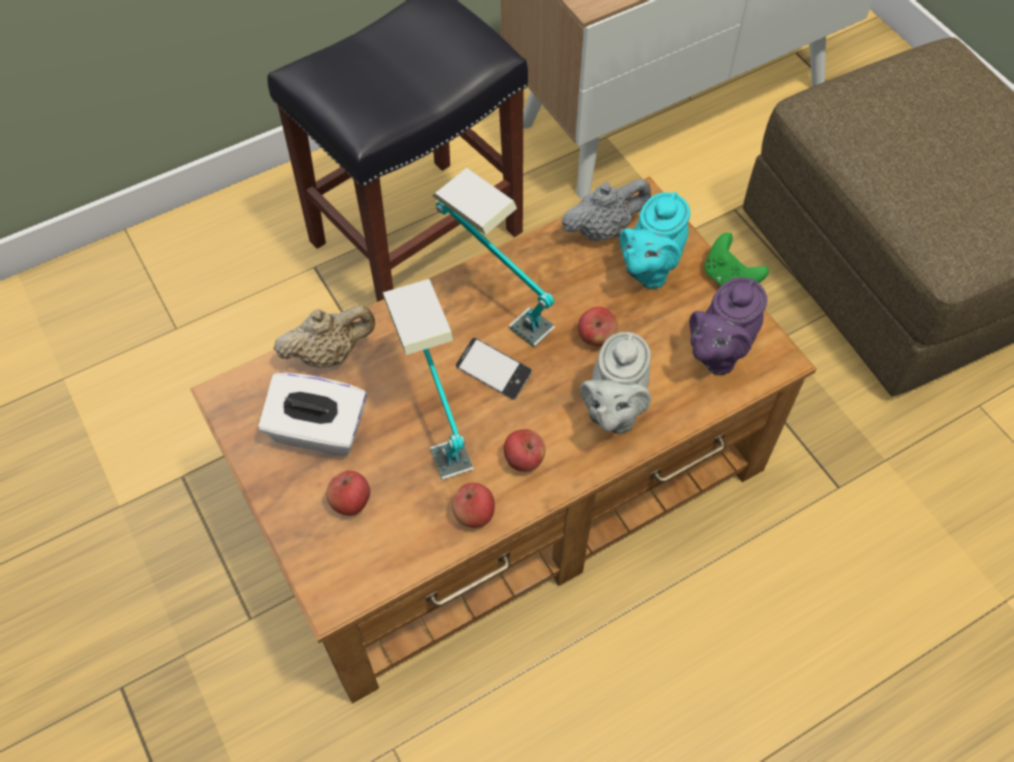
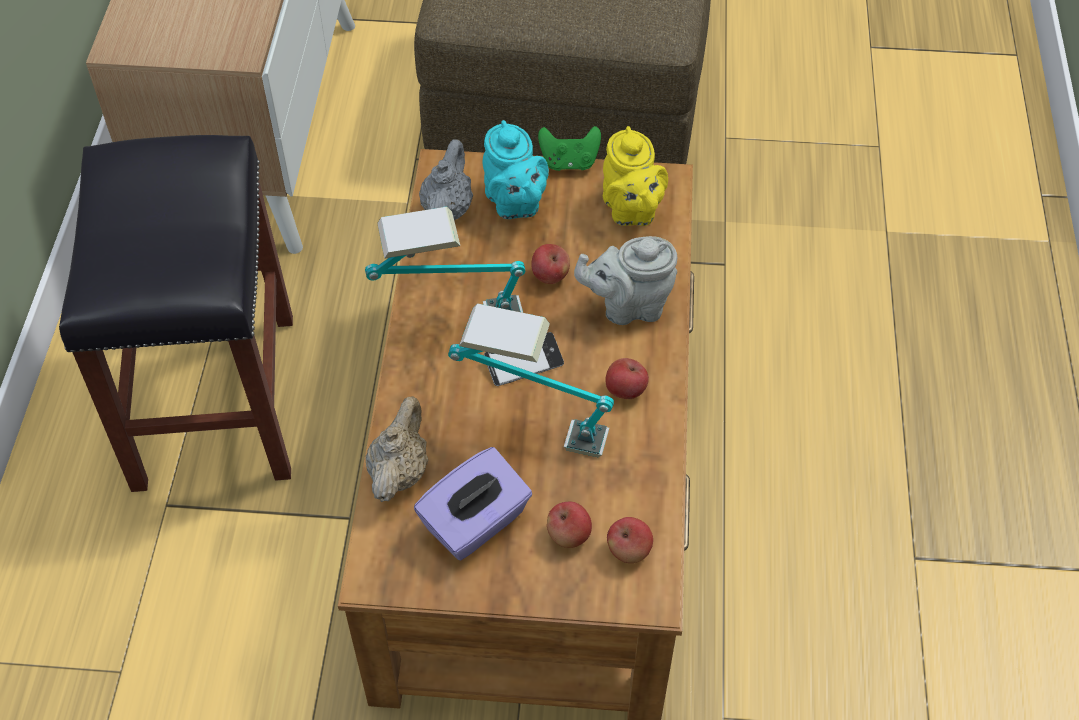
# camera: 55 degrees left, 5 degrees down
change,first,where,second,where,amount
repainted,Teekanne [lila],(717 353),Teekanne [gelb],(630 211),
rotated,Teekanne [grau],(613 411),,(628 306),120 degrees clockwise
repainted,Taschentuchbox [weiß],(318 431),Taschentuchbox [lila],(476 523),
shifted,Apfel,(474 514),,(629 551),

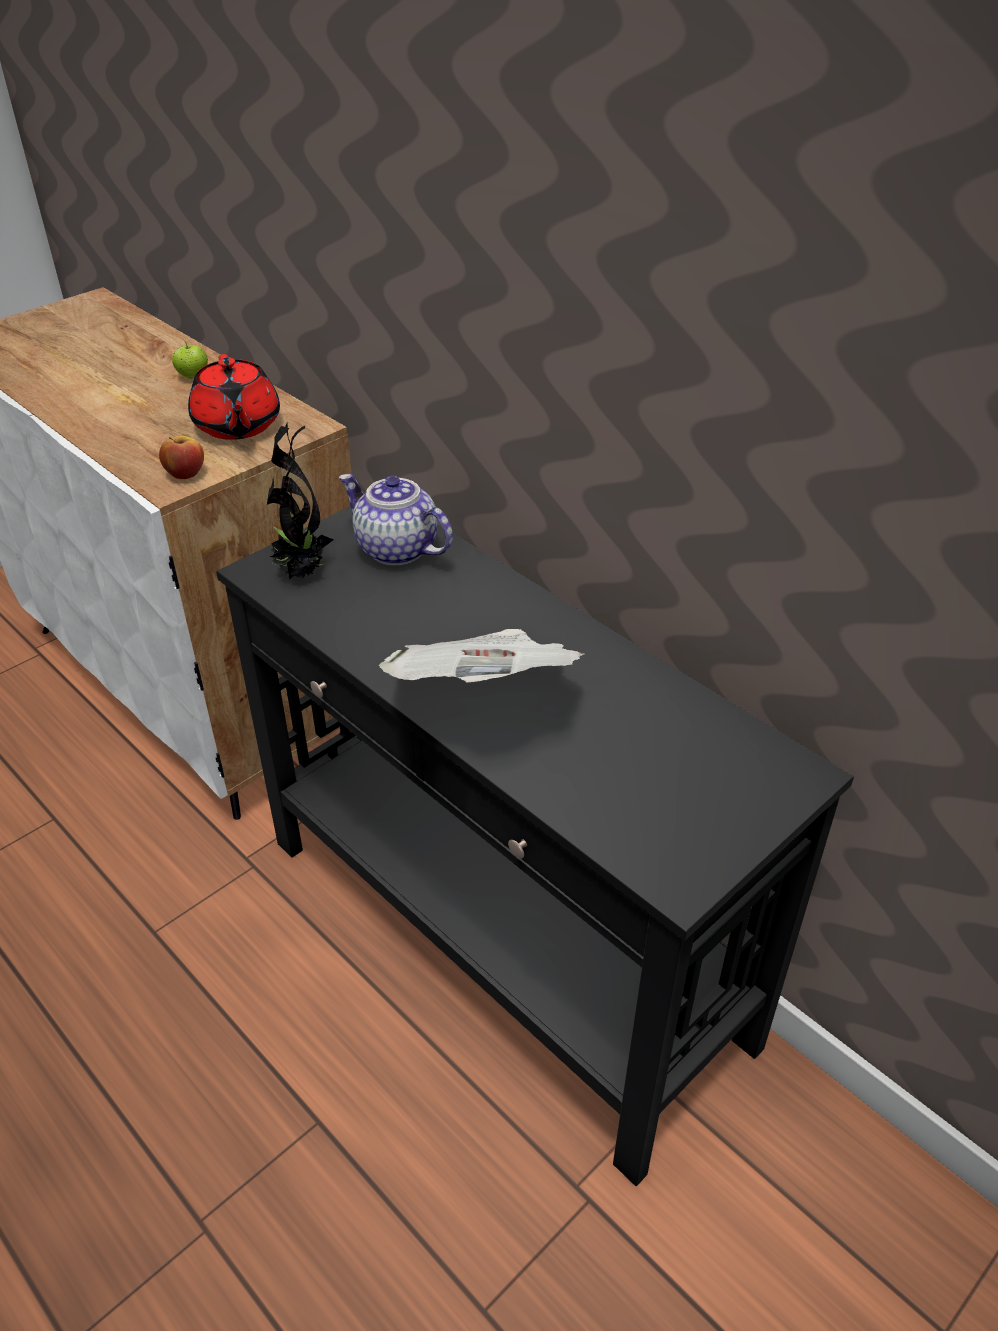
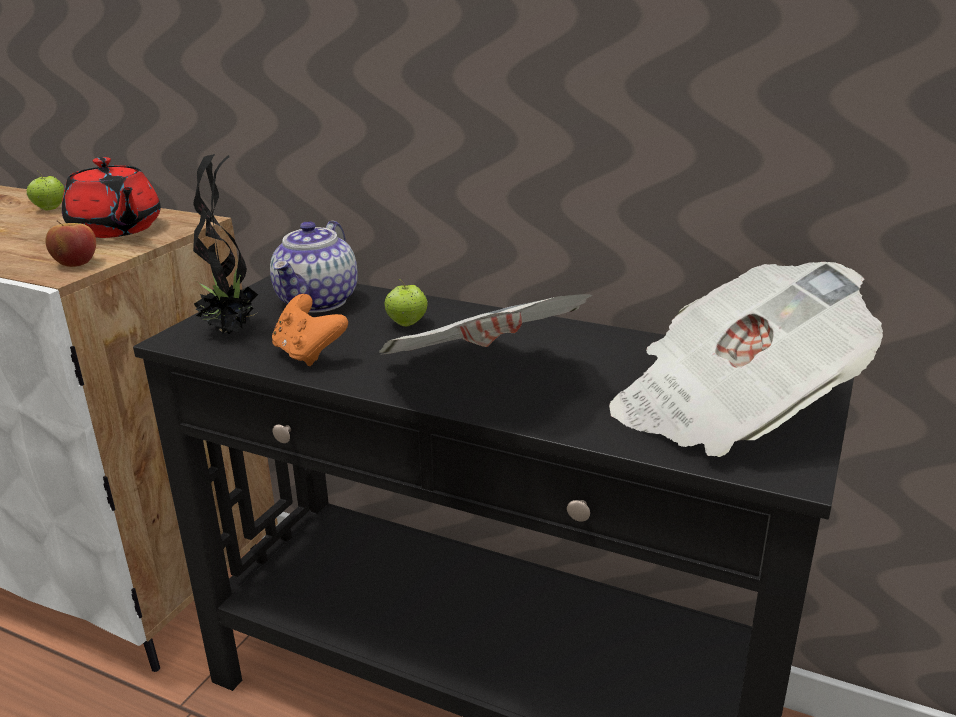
# camera: 20 degrees left, 15 degrees down
change,first,where,second,where,amount
rotated,Teekanne,(395 549),,(318 302),90 degrees counterclockwise
new,,,Zeitung,(729 410),
new,,,Apfel,(407 324),
new,,,Gamepad [orange],(308 354),

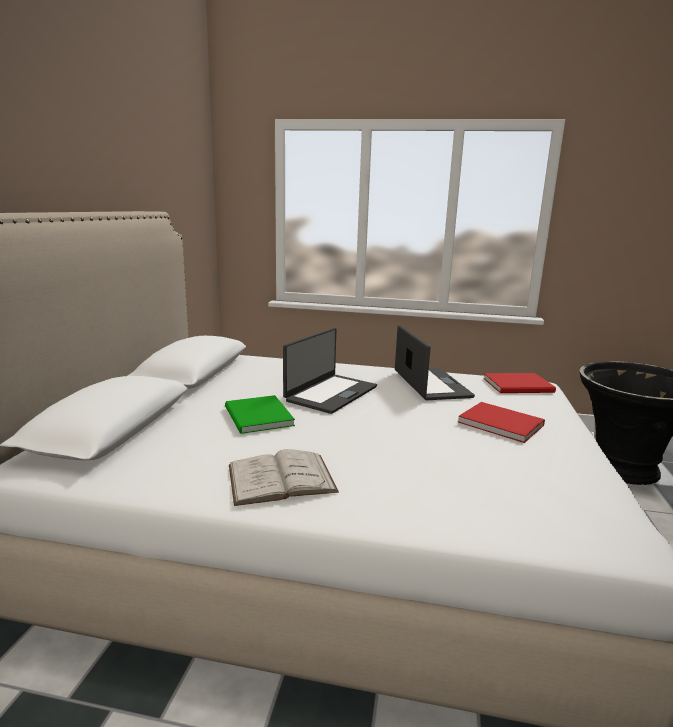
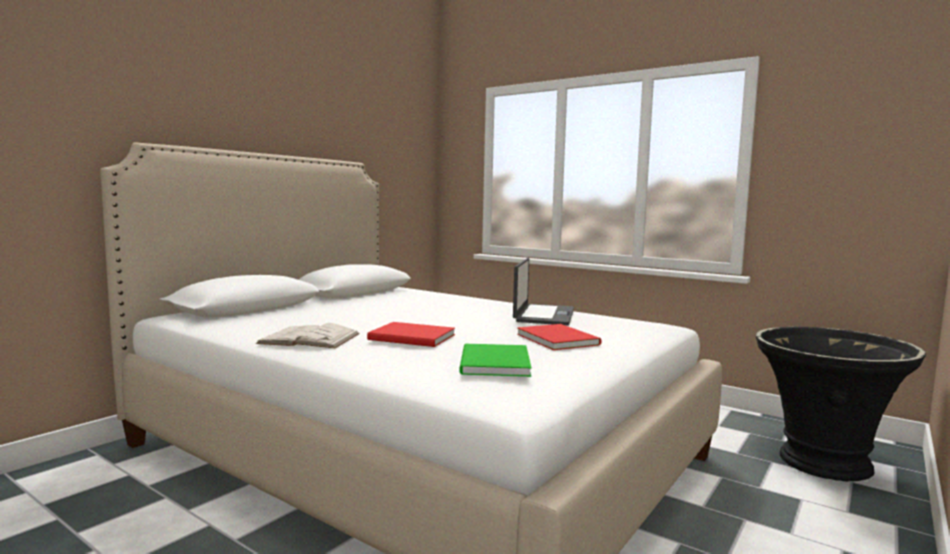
# camera: 25 degrees right, 10 degrees down
change,first,where,second,where,amount
gone,Laptop,(330 393),,,
shifted,Buch [rot],(520 386),,(413 338),
shifted,Buch [grün],(257 417),,(492 363),

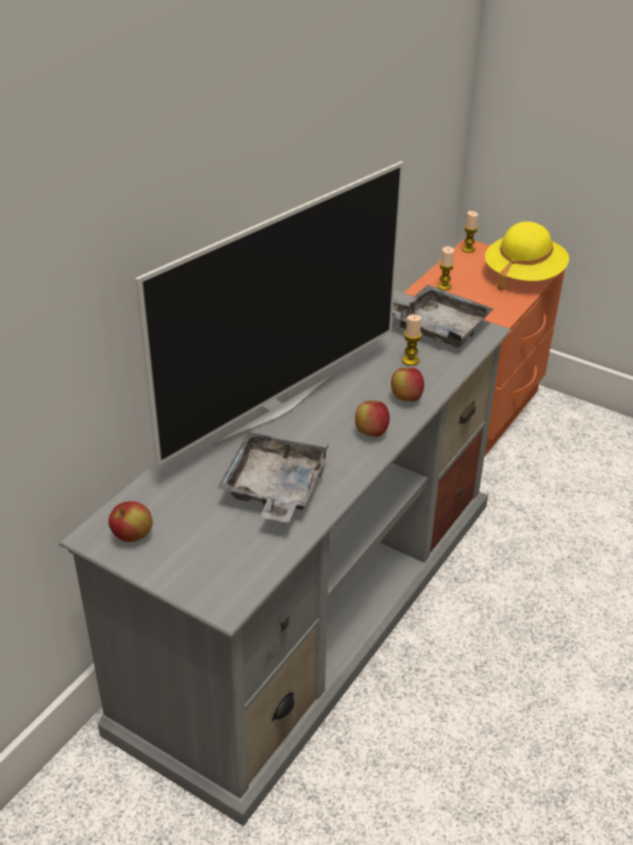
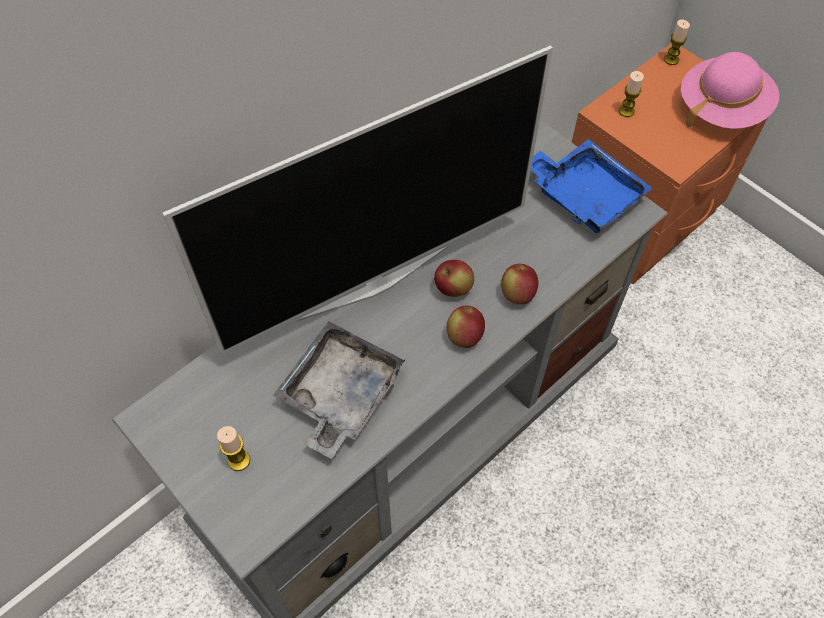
# camera: 15 degrees right, 20 degrees up
change,first,where,second,where,amount
repainted,Hut [gelb],(523 275),Hut [rosa],(721 109),
repainted,Tablett [grau],(436 327),Tablett [blau],(584 195),
shifted,Kerze,(410 360),,(239 460),
shifted,Apfel,(132 536),,(453 289),

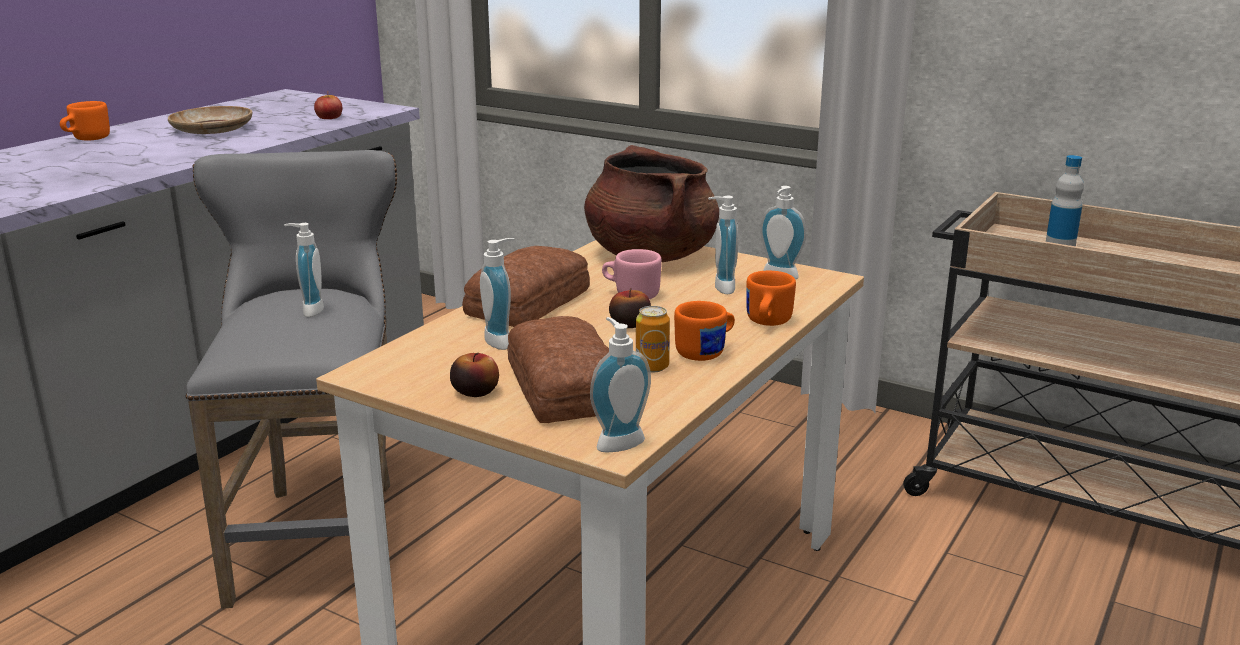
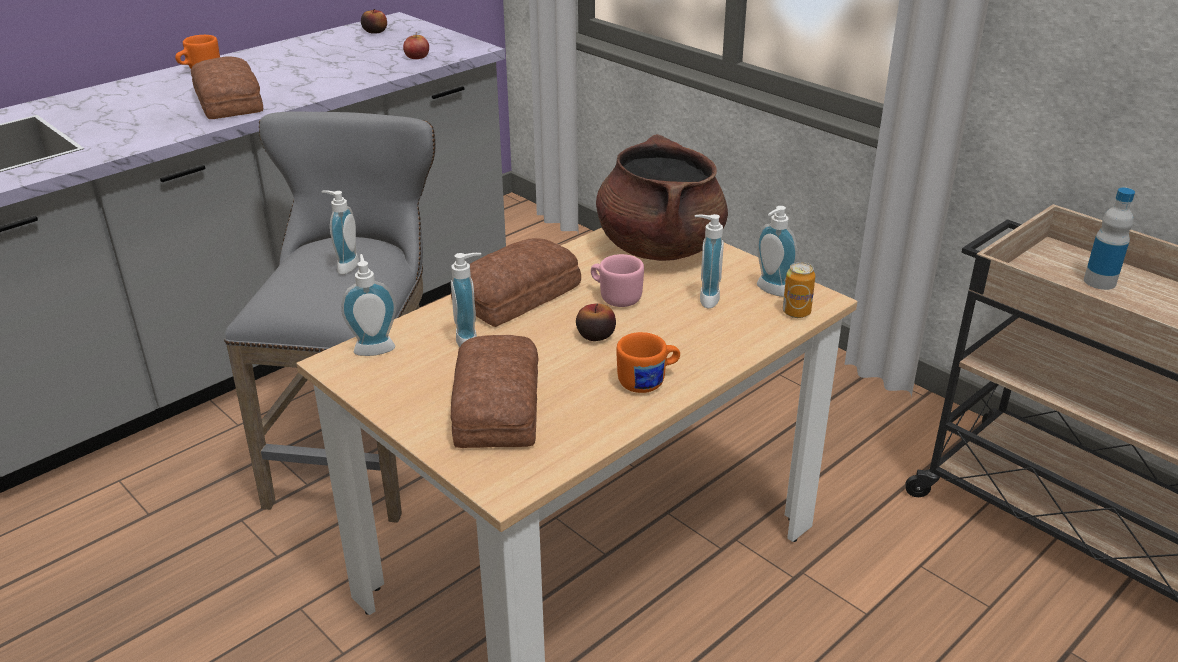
# camera: 15 degrees right, 10 degrees up
change,first,where,second,where,amount
gone,Teller [beige],(212 130),,,
gone,Henkelbecher [orange],(766 323),,,
shifted,Dose,(652 367),,(796 312),
shifted,Seifenspender,(617 441),,(374 347),
shifted,Apfel,(475 391),,(375 31),
new,,,Brot,(230 100),

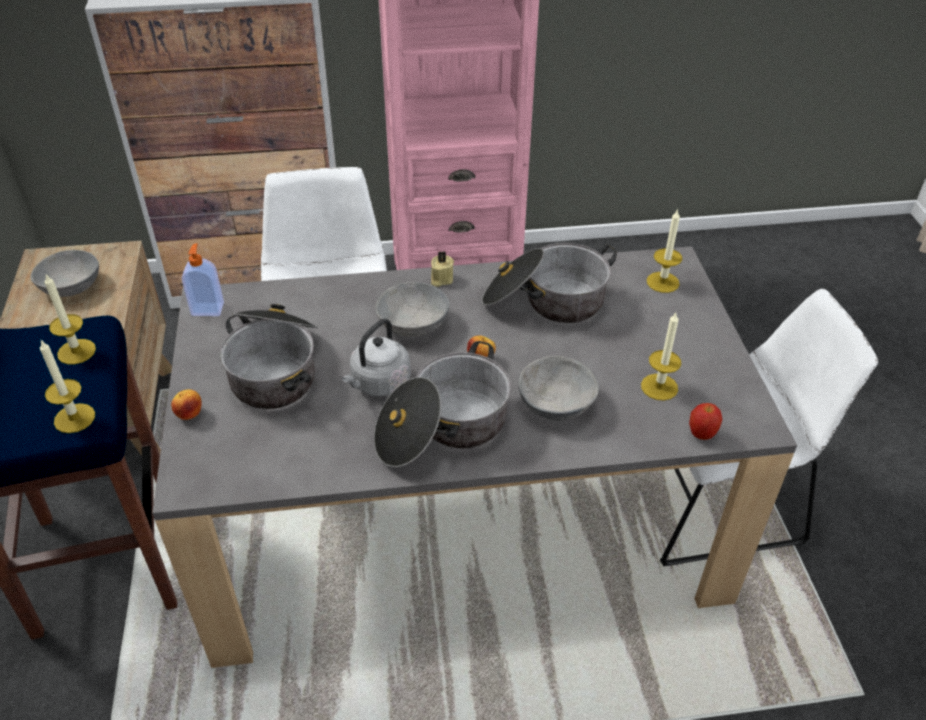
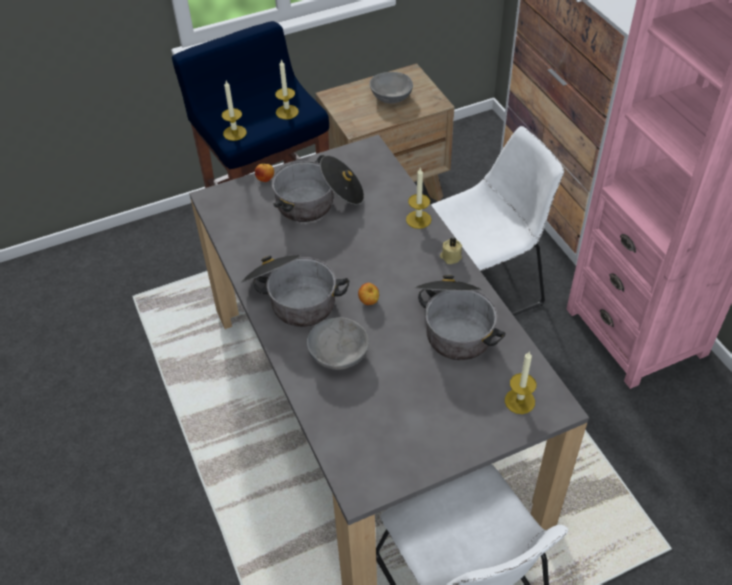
# camera: 75 degrees right, 5 degrees up
change,first,where,second,where,amount
gone,Seifenspender,(208 308),,,
gone,Schüssel [grau],(414 325),,,
shifted,Kerze,(659 387),,(418 219),
gone,Wasserkessel [grau],(378 384),,,
gone,Apfel,(701 435),,,

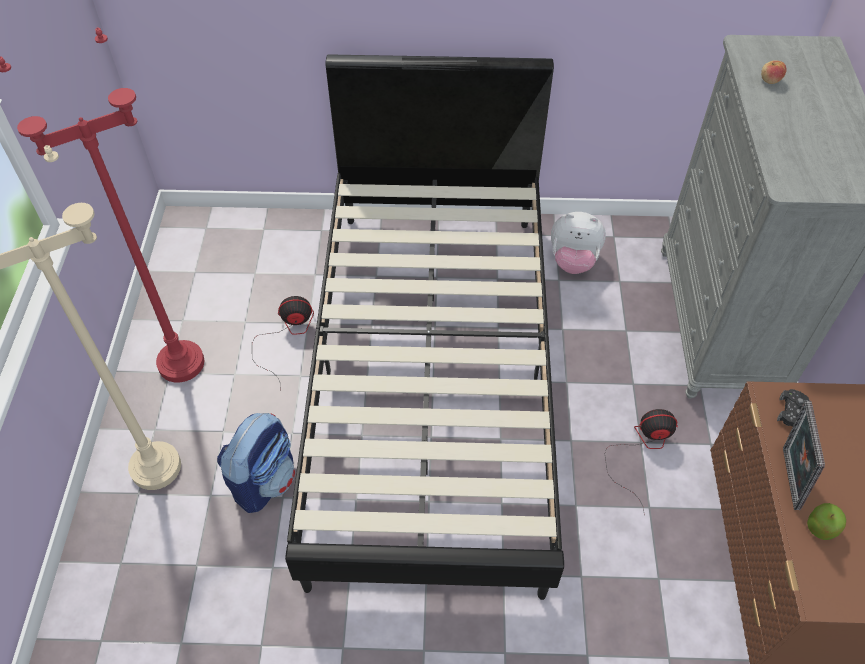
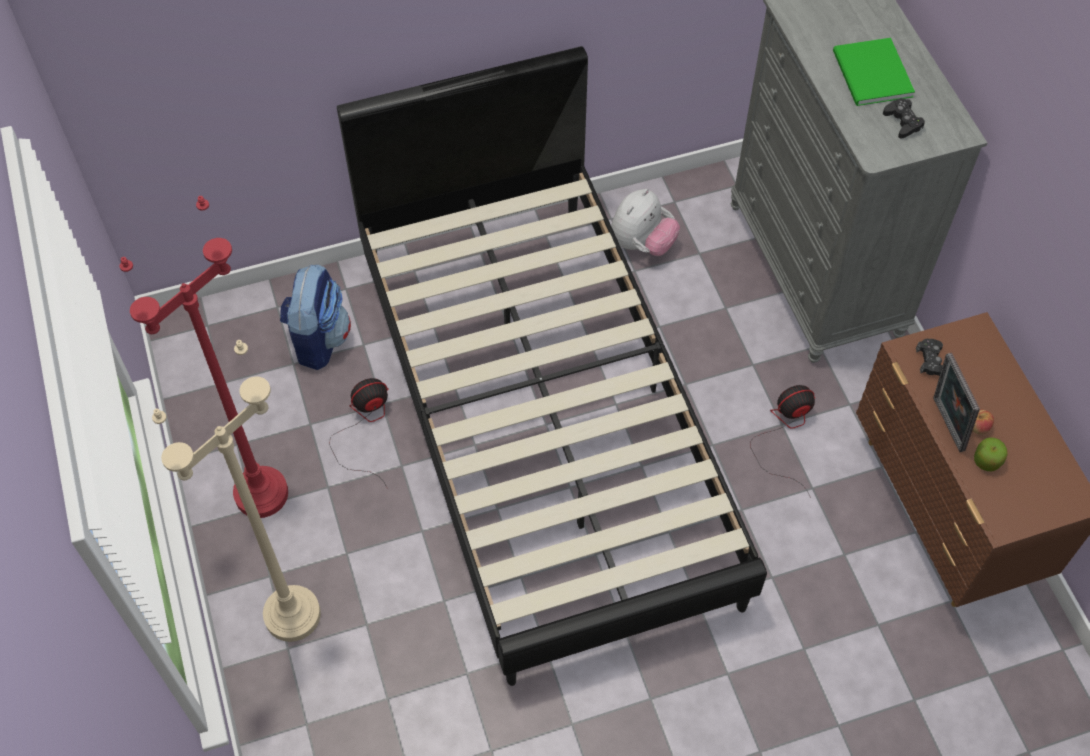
# camera: 20 degrees left, 5 degrees up
change,first,where,second,where,amount
shifted,Apfel,(770 80),,(978 427),
rotated,Plüschtier,(573 261),,(642 244),45 degrees counterclockwise
shifted,Rucksack,(264 480),,(318 339),
new,,,Buch [grün],(871 76),
new,,,Gamepad [schwarz],(902 122),

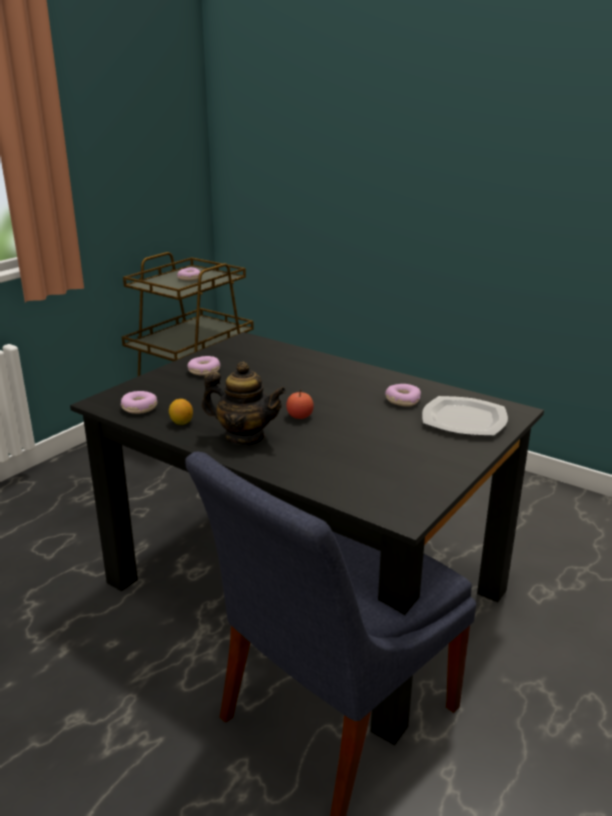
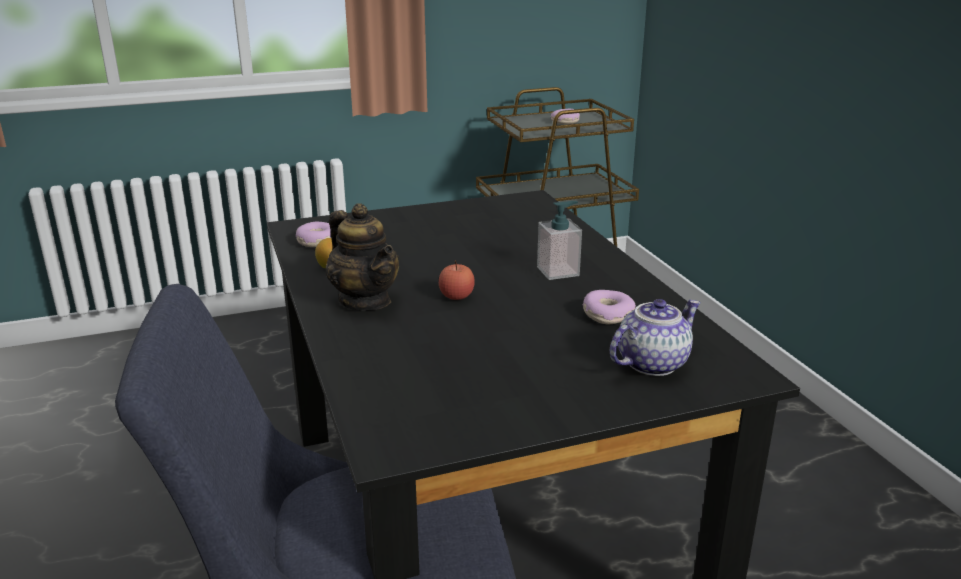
# camera: 35 degrees right, 0 degrees up
change,first,where,second,where,amount
gone,Donut,(204 371),,,
swapped,Teller,(463 420),Teekanne,(651 363),
new,,,Seifenspender,(558 271),

